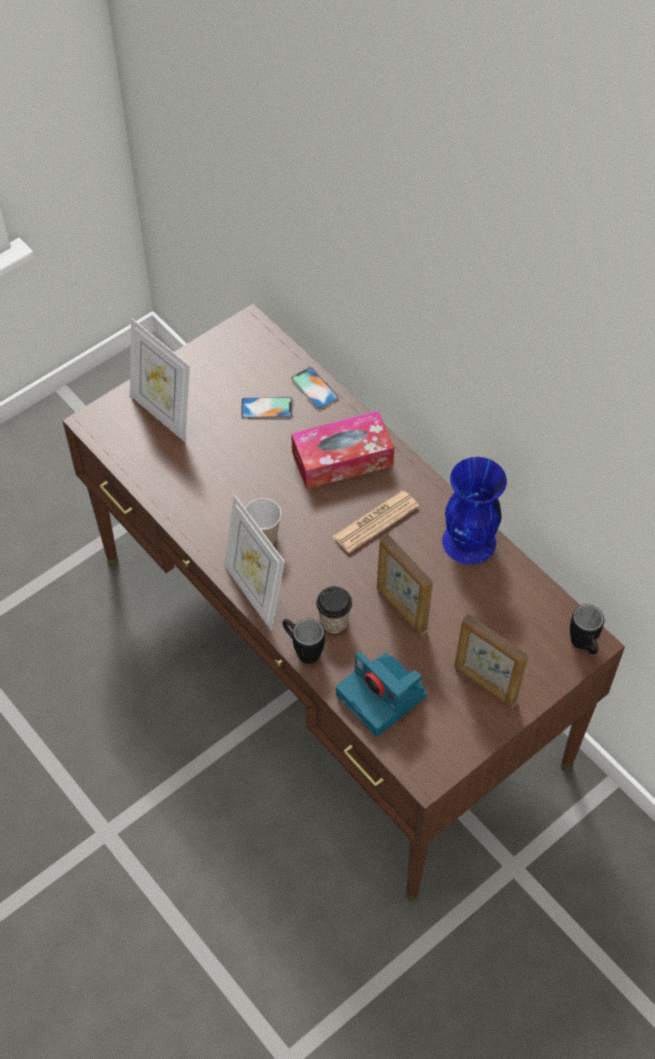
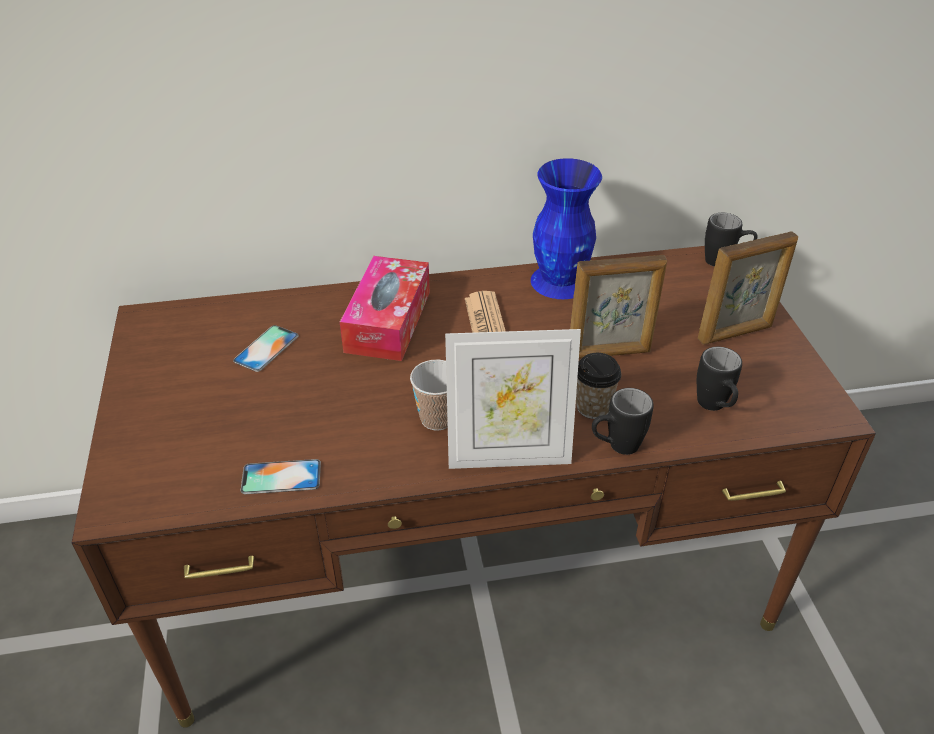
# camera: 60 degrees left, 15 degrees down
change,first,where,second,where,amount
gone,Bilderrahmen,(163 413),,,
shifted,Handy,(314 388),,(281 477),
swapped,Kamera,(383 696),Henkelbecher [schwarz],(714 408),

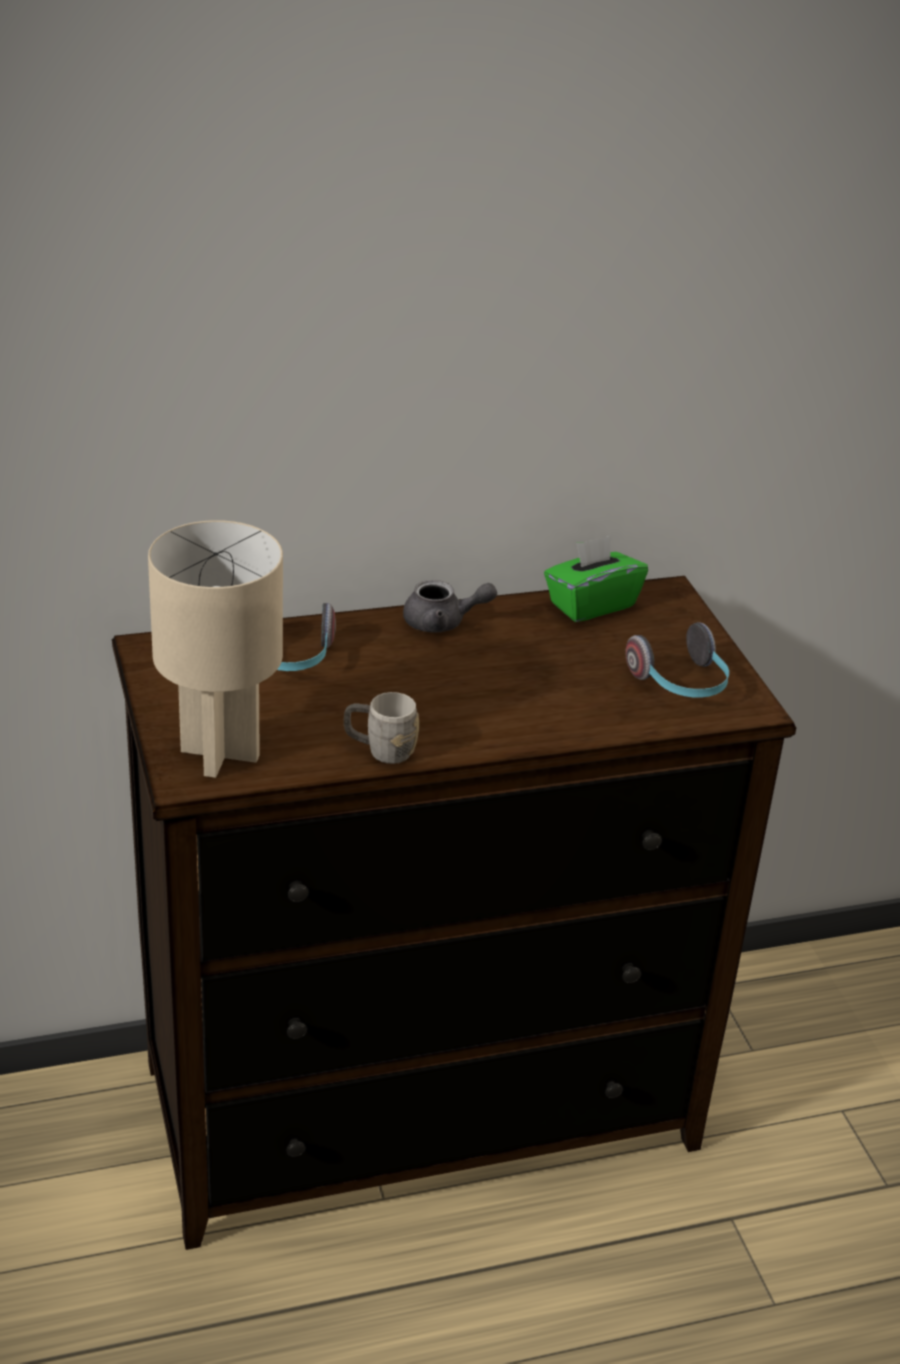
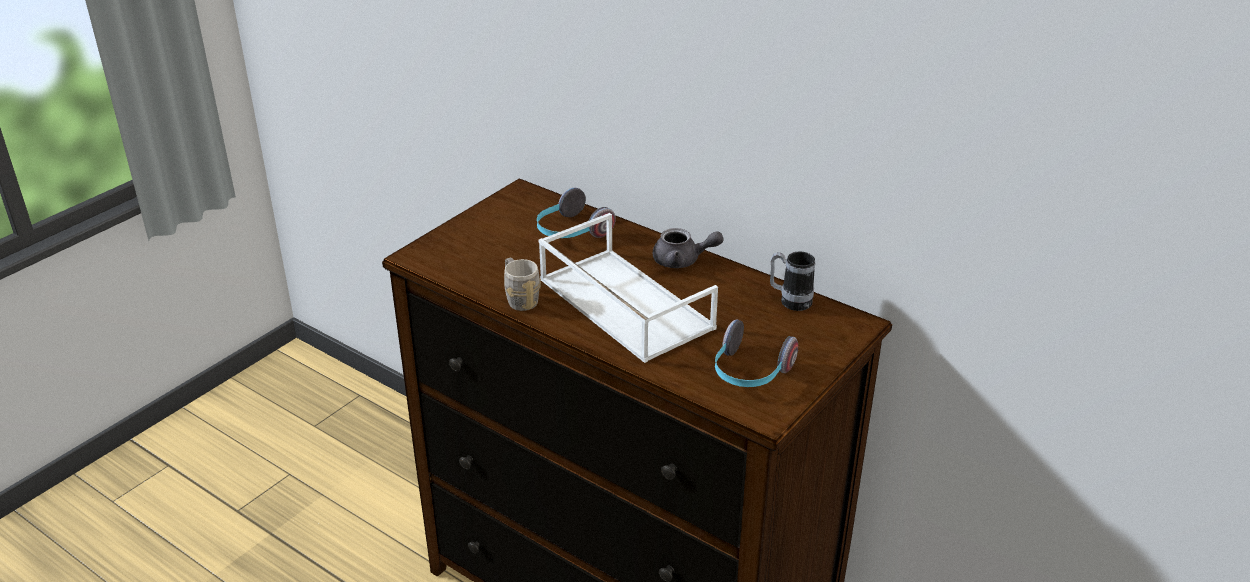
# camera: 55 degrees right, 0 degrees up
change,first,where,second,where,amount
gone,Tischlampe [beige],(221 754),,,
swapped,Taschentuchbox [grün],(591 604),Henkelbecher,(790 301),
rotated,Teekanne [grau],(443 623),,(682 261),45 degrees counterclockwise
new,,,Tablett [weiß],(622 303),

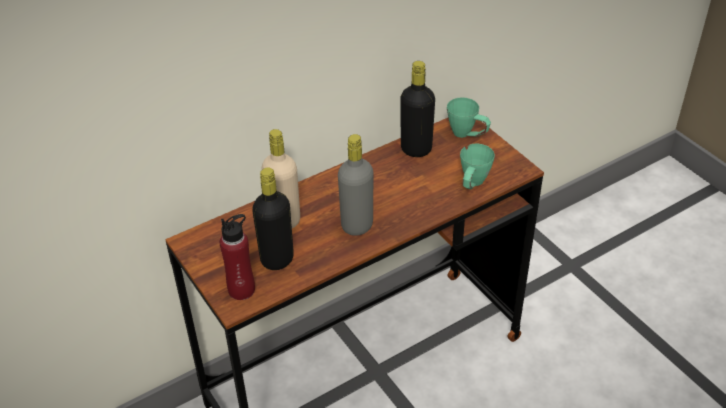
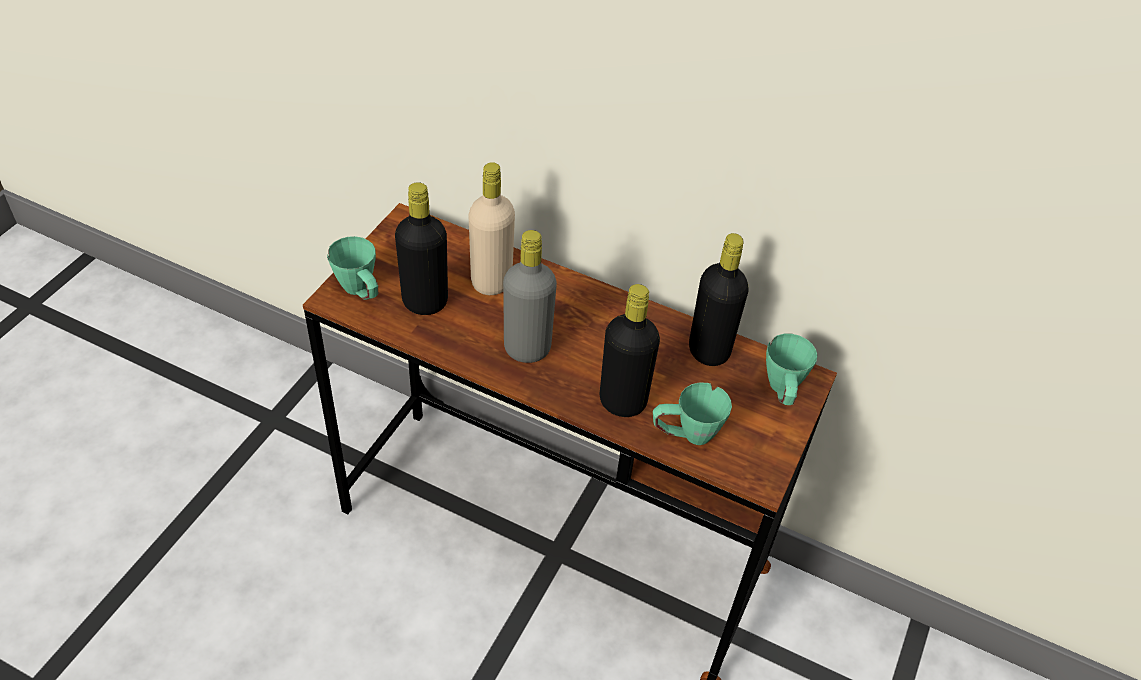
# camera: 55 degrees right, 5 degrees up
change,first,where,second,where,amount
swapped,Flasche [rot],(241 290),Henkelbecher [grün],(361 293),
new,,,Flasche [schwarz],(622 402),

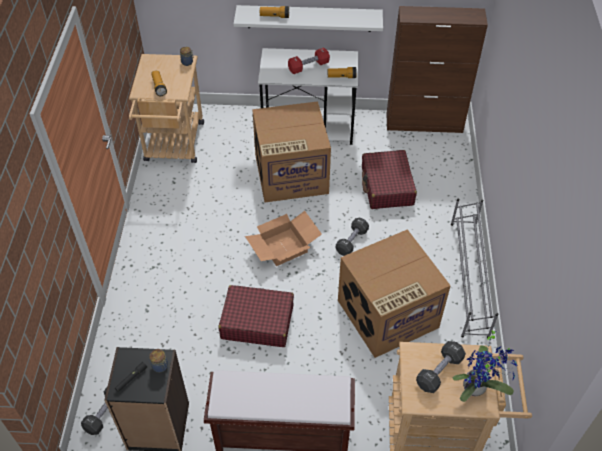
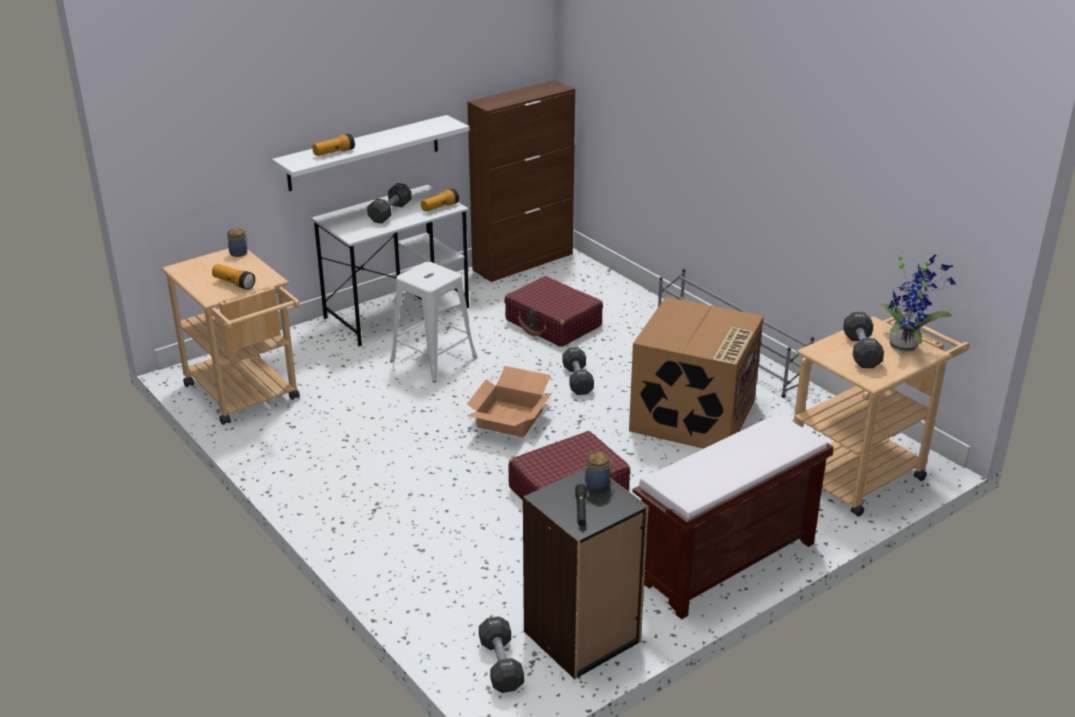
# camera: 40 degrees left, 20 degrees down
change,first,where,second,where,amount
repainted,Hantel [rot],(308 66),Hantel [schwarz],(390 212),
swapped,Karton,(290 175),Hocker [weiß],(433 359),

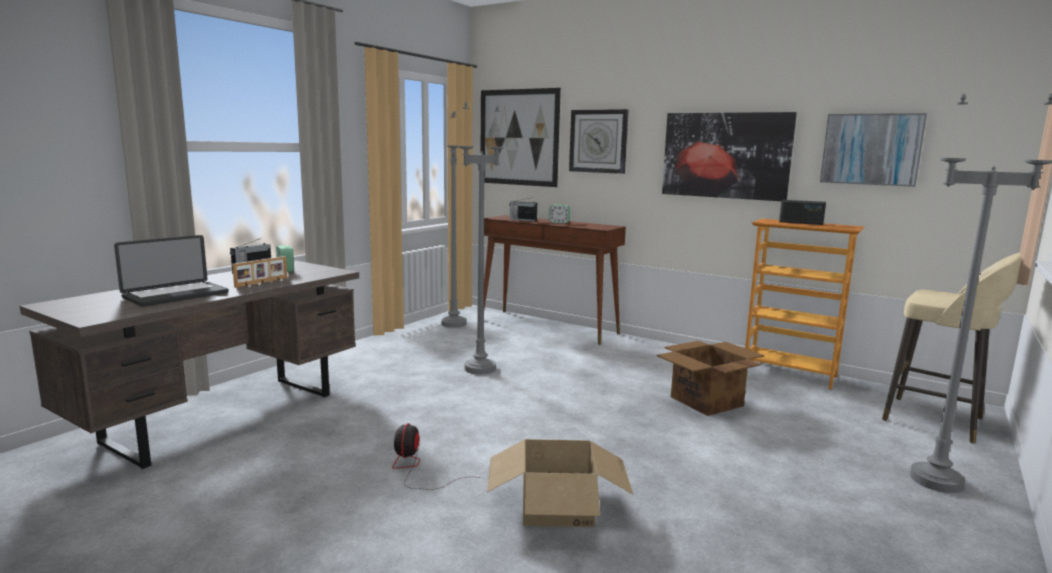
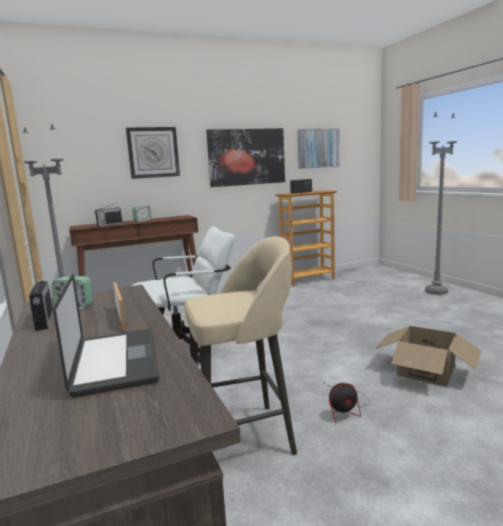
# camera: 55 degrees left, 0 degrees up
change,first,where,second,where,amount
gone,Bild,(518 137),,,
swapped,Stehlampe [grau],(480 369),Bürostuhl [weiß],(188 347),
shifted,Hocker [beige],(936 420),,(245 437),
gone,Karton,(705 401),,,
rotated,Ventilator,(416 469),,(345 408),60 degrees counterclockwise

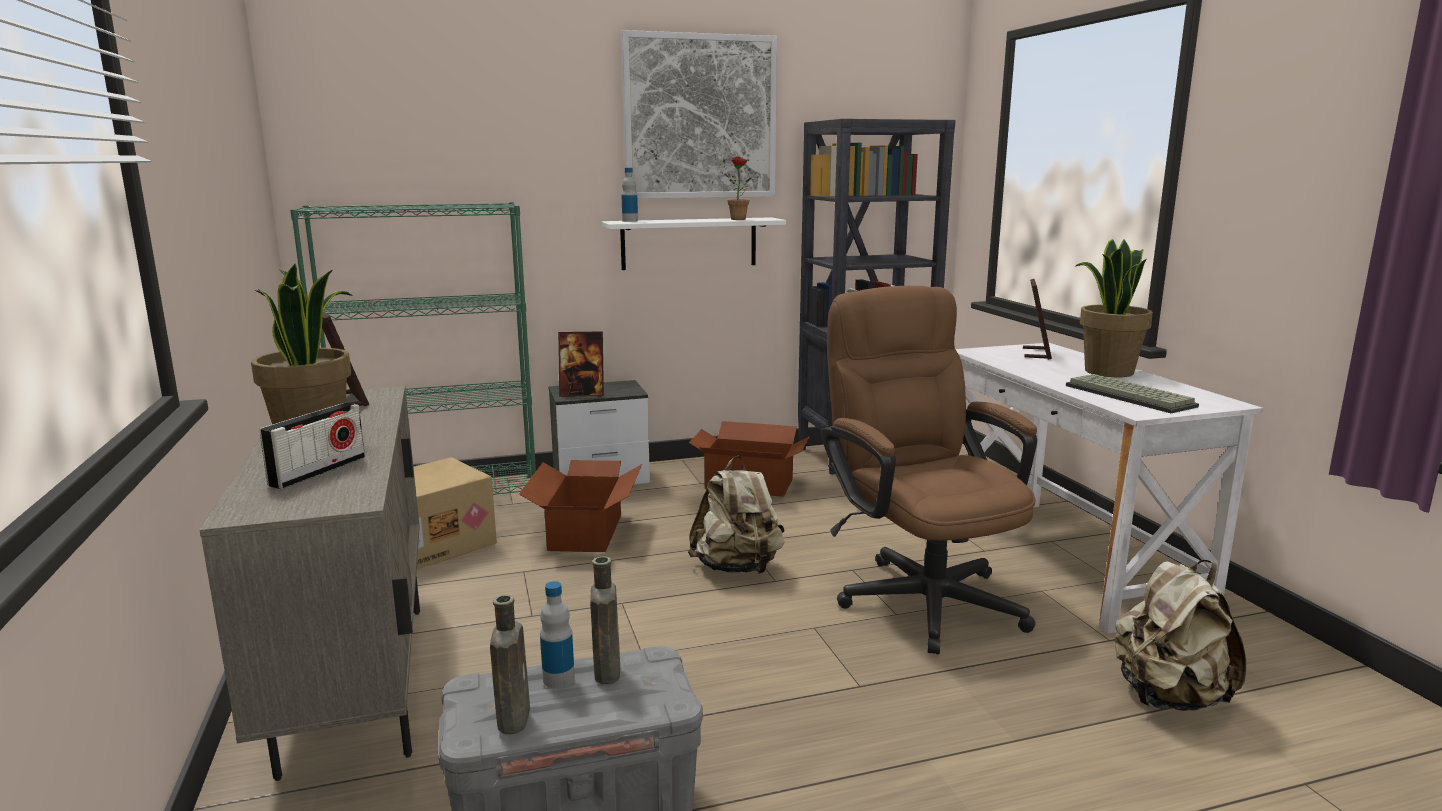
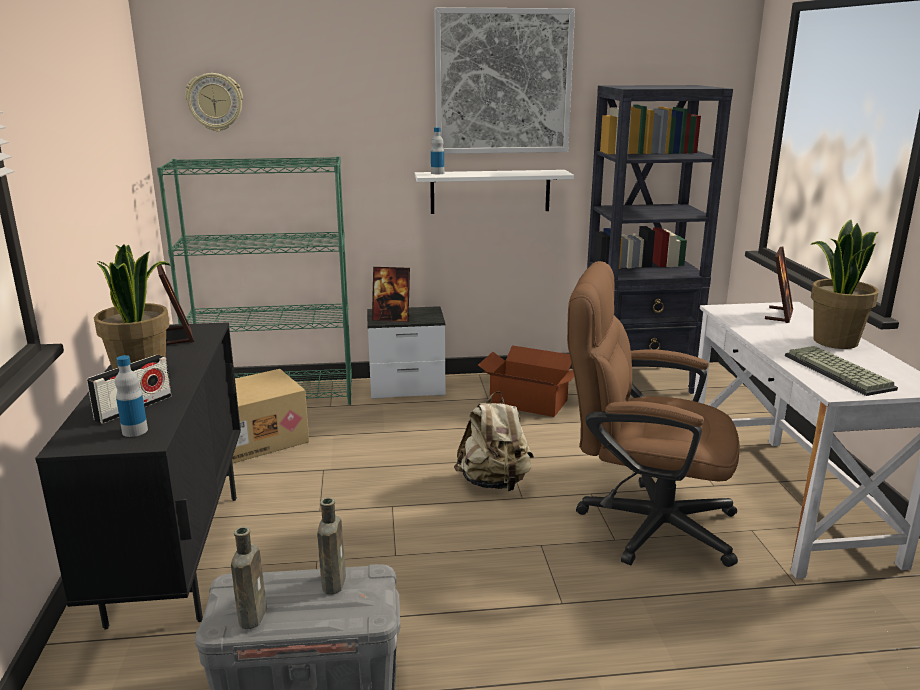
# camera: 10 degrees right, 5 degrees up
change,first,where,second,where,amount
gone,Topfpflanze,(740 219),,,
rotated,Bürostuhl [braun],(920 594),,(642 522),60 degrees counterclockwise
repainted,Schrank [beige],(358 683),Schrank [schwarz],(178 555),
gone,Karton,(587 532),,,
gone,Rucksack [beige],(1168 697),,,
shifted,Flasche,(558 679),,(135 431),
new,,,Wanduhr,(215 102),

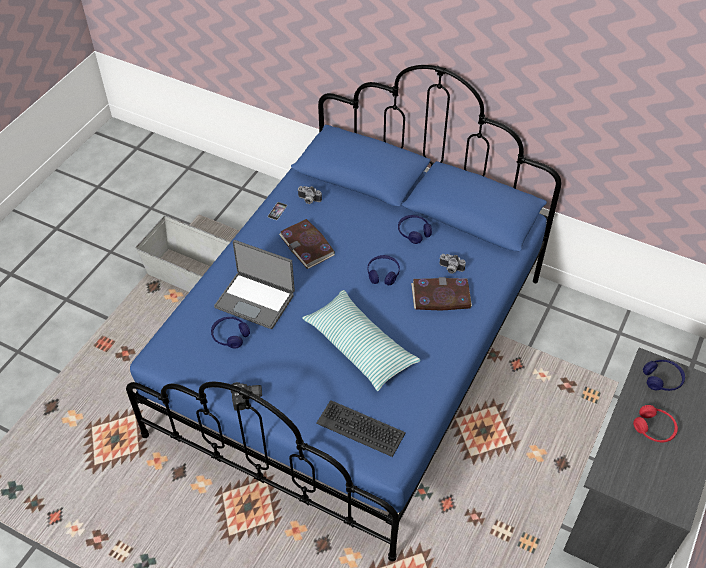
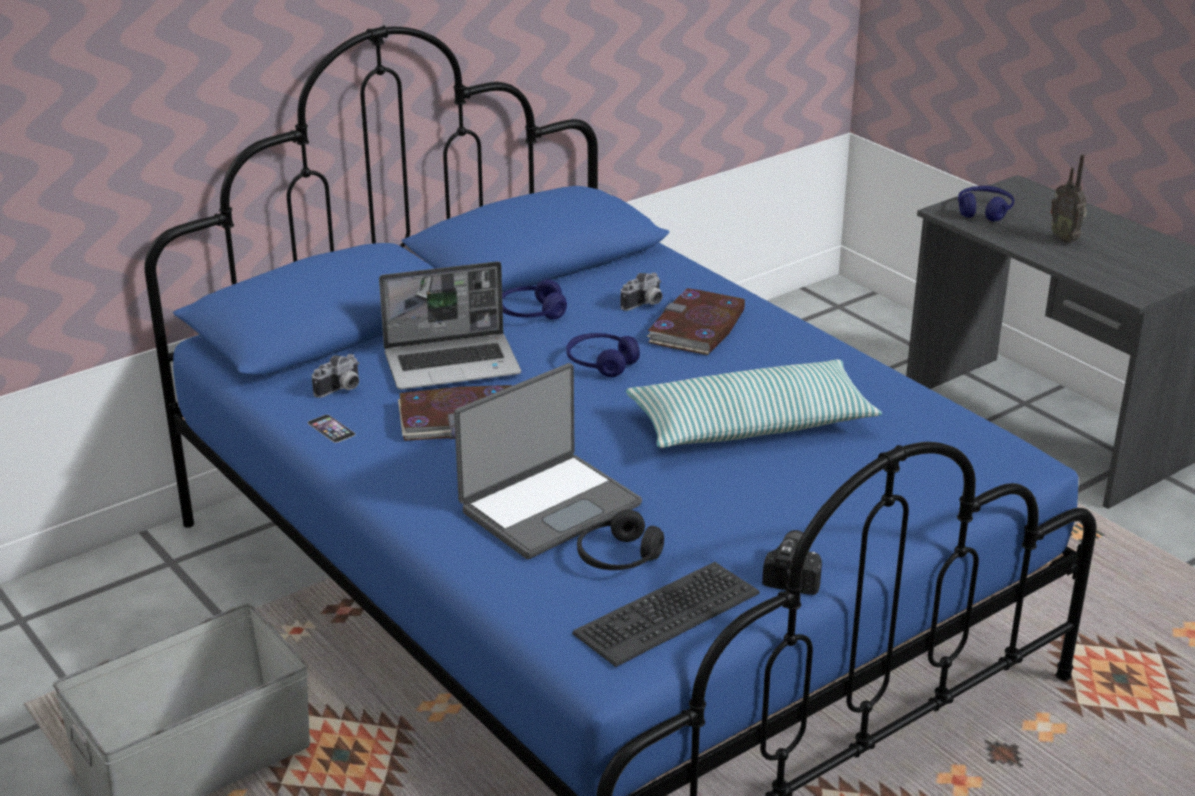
# camera: 65 degrees left, 20 degrees down
change,first,where,second,where,amount
repainted,Kopfhörer [blau],(230 336),Kopfhörer [schwarz],(618 557),
shifted,Tastatur,(361 428),,(666 613),
swapped,Kopfhörer [rot],(654 428),Radio,(1065 239),
new,,,Laptop,(453 364),

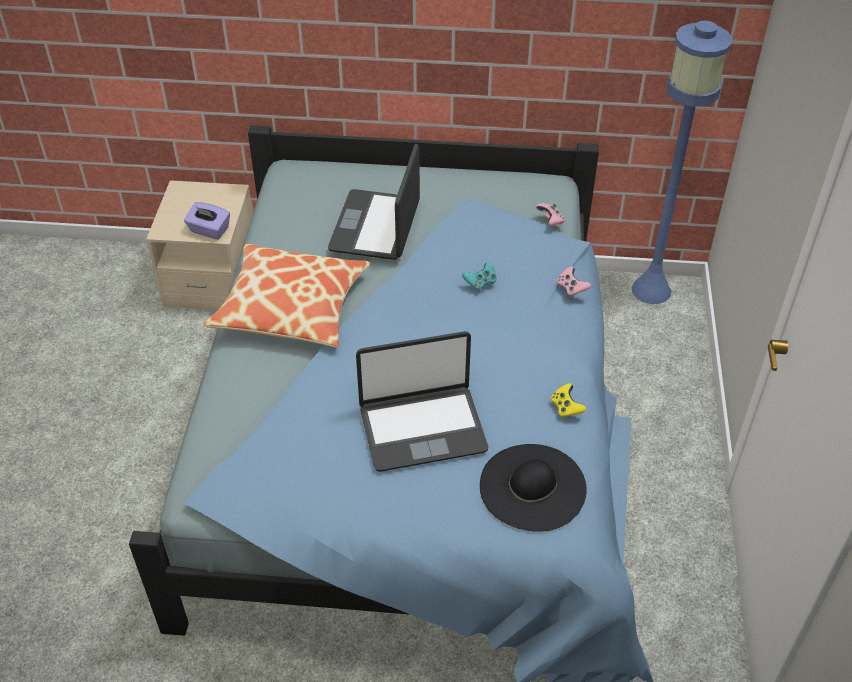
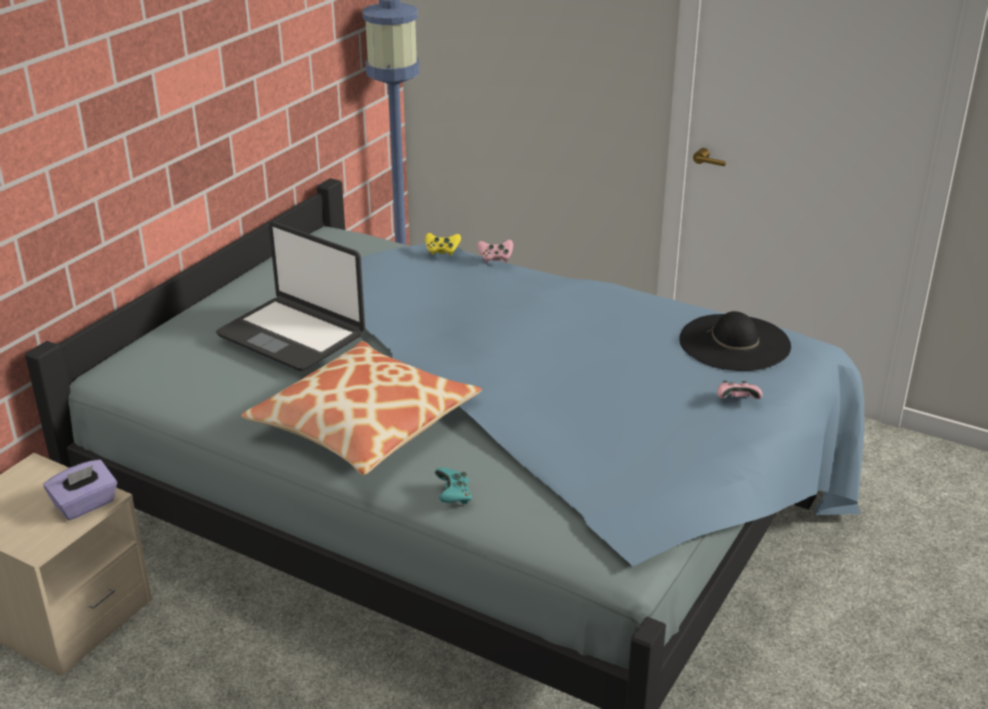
# camera: 65 degrees left, 15 degrees down
change,first,where,second,where,amount
shifted,Gamepad [rosa],(551 221),,(737 400),
shifted,Gamepad [türkis],(480 283),,(453 497),
gone,Laptop,(422 428),,,
shifted,Gamepad [gelb],(566 408),,(442 251),

